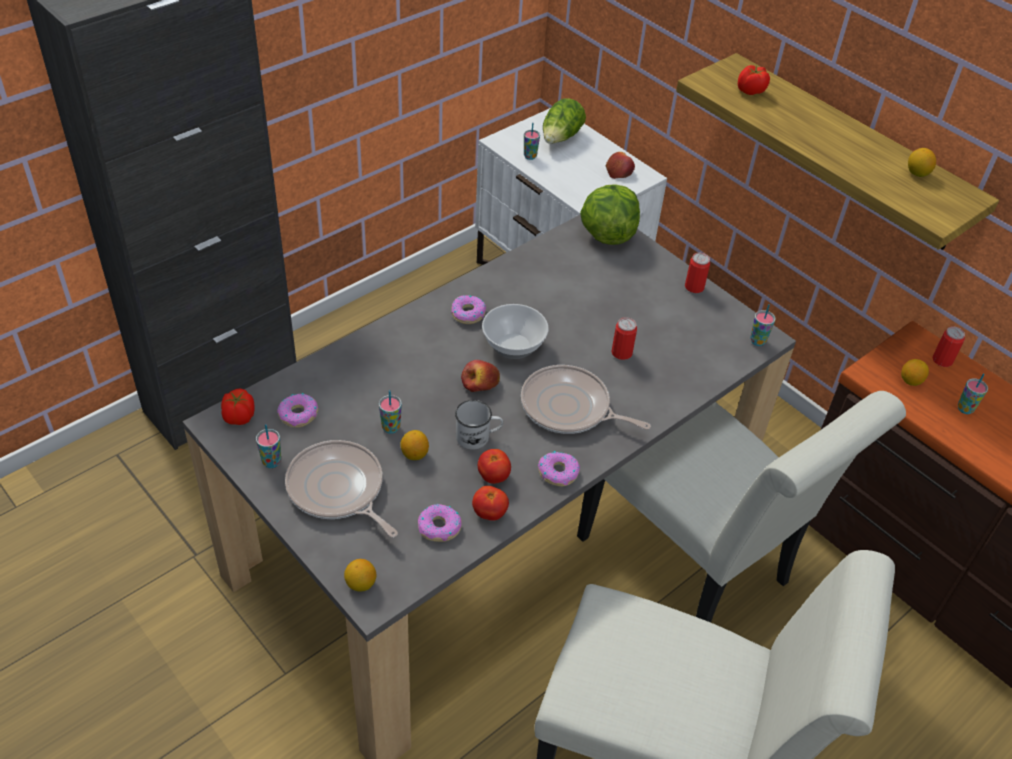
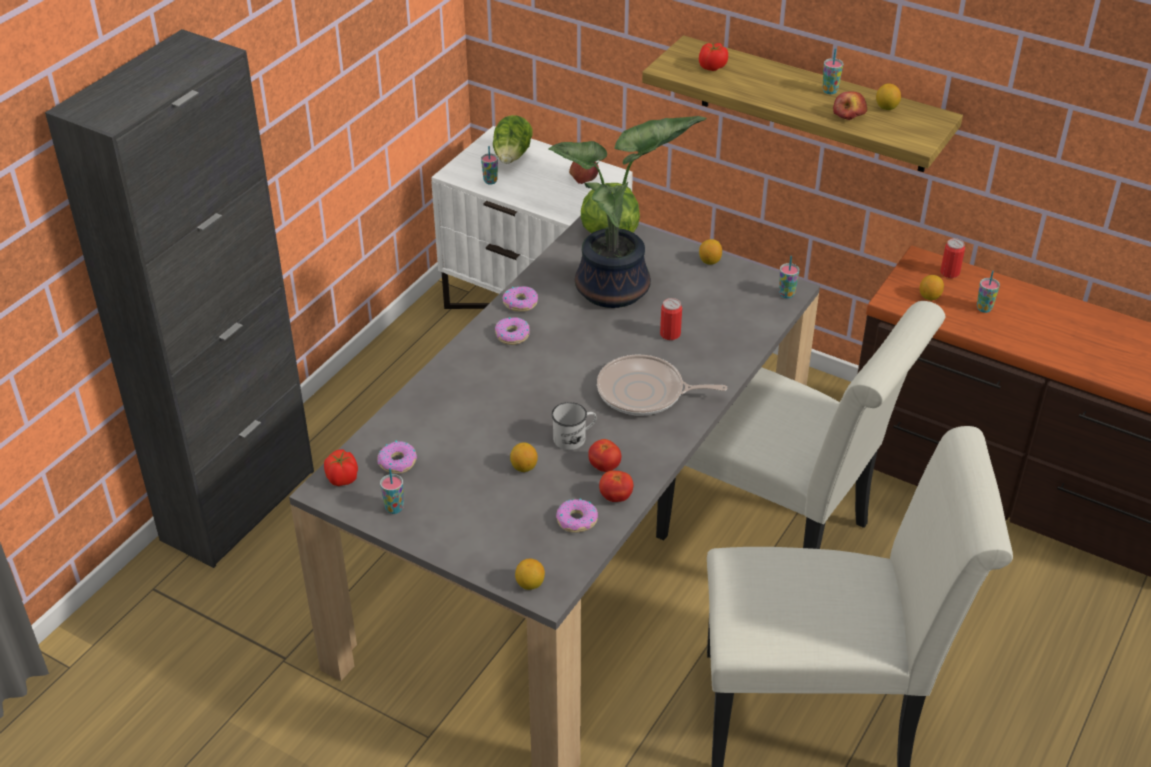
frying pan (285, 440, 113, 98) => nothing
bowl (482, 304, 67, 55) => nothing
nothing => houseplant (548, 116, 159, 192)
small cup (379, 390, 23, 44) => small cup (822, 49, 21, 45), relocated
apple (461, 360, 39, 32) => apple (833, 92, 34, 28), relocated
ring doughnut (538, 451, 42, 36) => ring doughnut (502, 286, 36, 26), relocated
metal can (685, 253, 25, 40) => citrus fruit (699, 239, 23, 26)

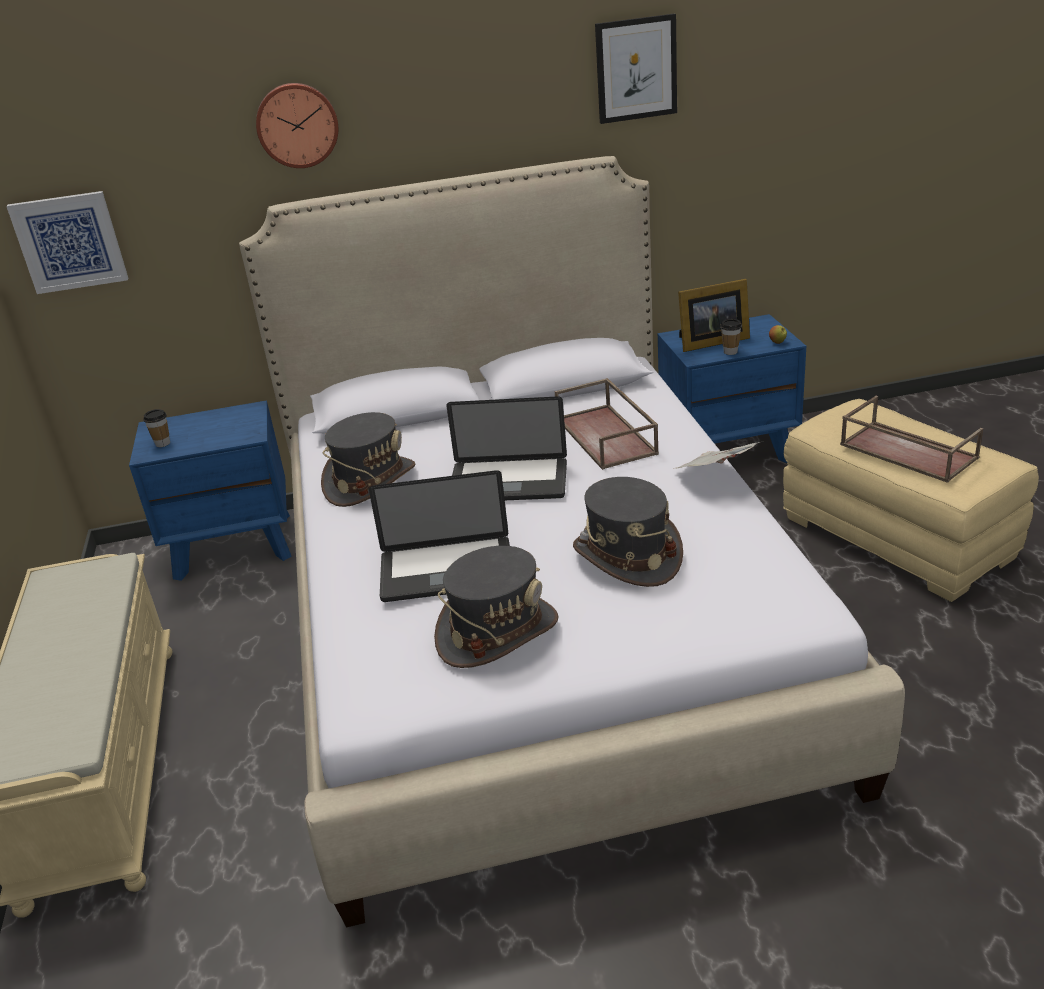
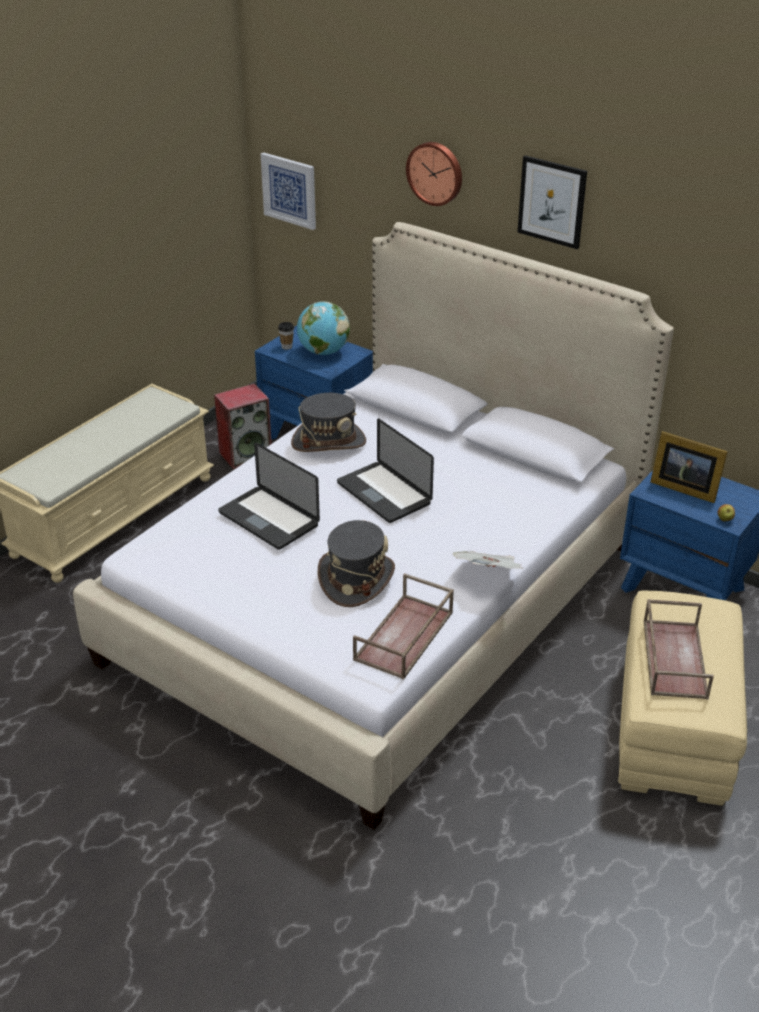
clothing hat (gray) (434, 546, 124, 122) => nothing
small cup (720, 319, 22, 36) => nothing
nothing => audio speaker (214, 383, 58, 86)
nothing => desk globe (297, 301, 53, 54)
tray (brownish) (555, 378, 104, 92) => tray (brownish) (353, 573, 101, 107), relocated
picture (595, 14, 82, 110) => picture (518, 155, 69, 94), relocated

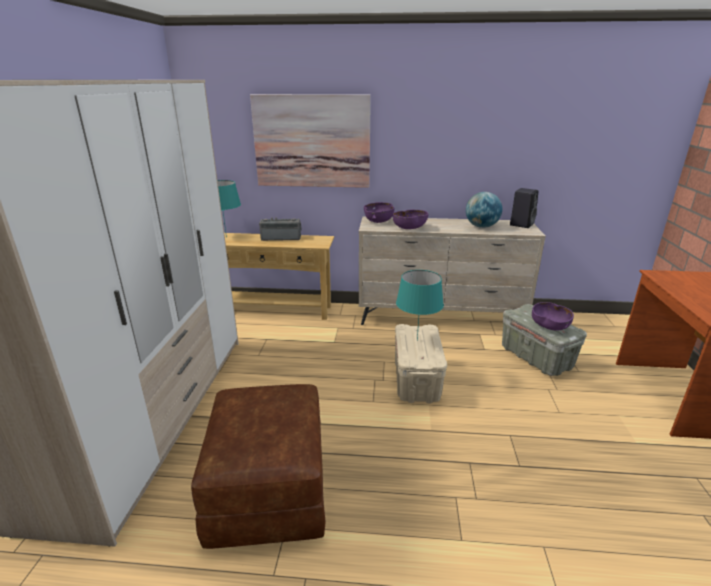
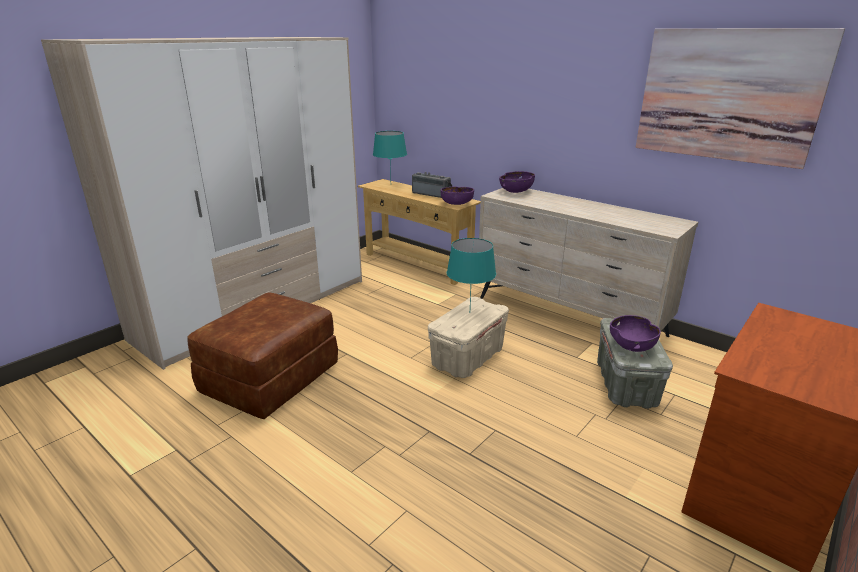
desk globe (466, 192, 36, 36) => nothing
audio speaker (black-coloured) (510, 188, 28, 40) => nothing
picture (250, 94, 121, 94) => picture (636, 28, 209, 141), relocated
bowl (purple) (393, 210, 36, 19) => bowl (purple) (441, 187, 33, 18), relocated

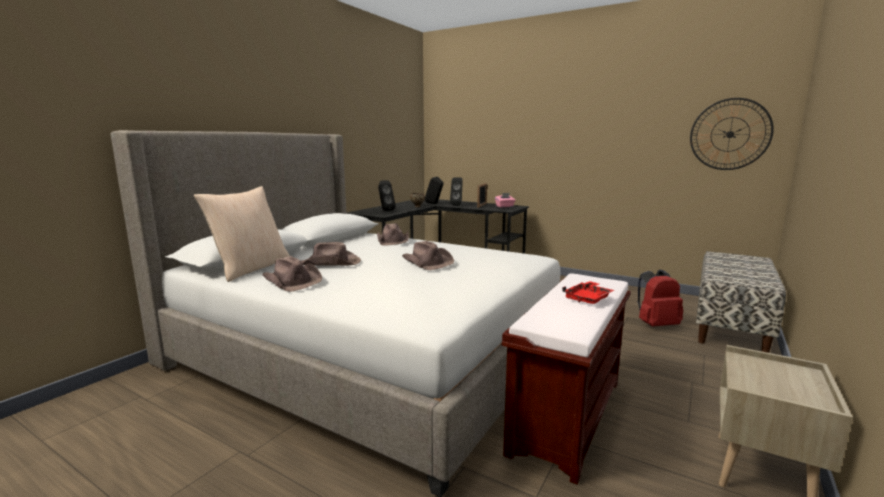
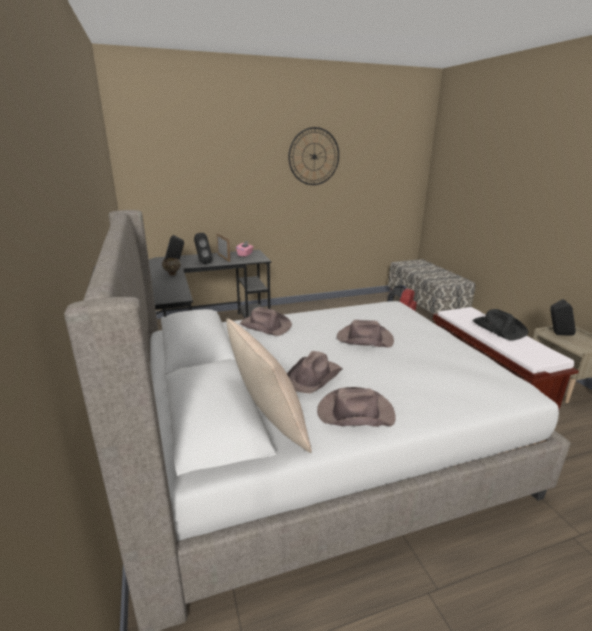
audio speaker (black-coloured) (378, 180, 17, 31) => audio speaker (black-coloured) (550, 299, 26, 37), relocated
wall clock (690, 98, 84, 72) => wall clock (288, 127, 51, 58), relocated
tray (red) (562, 281, 52, 23) => clothing hat (black-coloured) (472, 309, 56, 31)

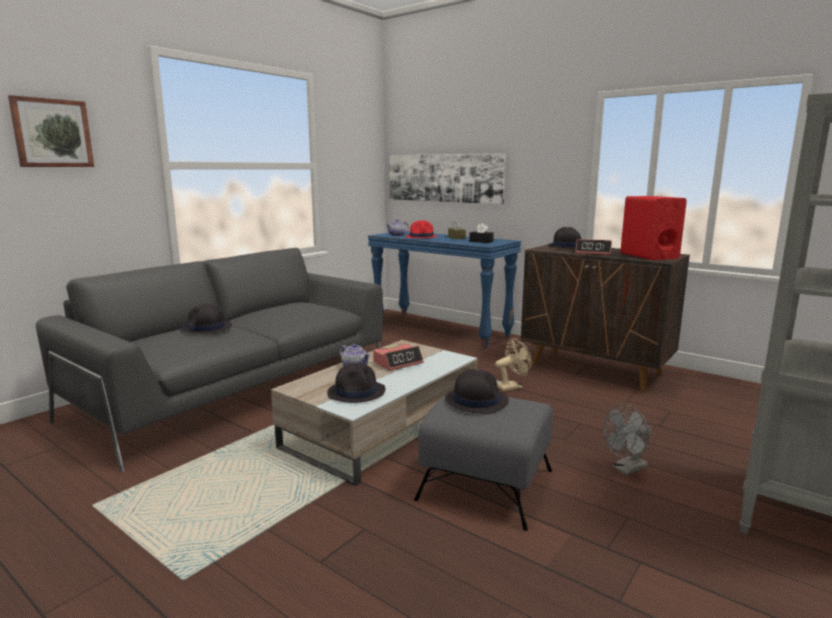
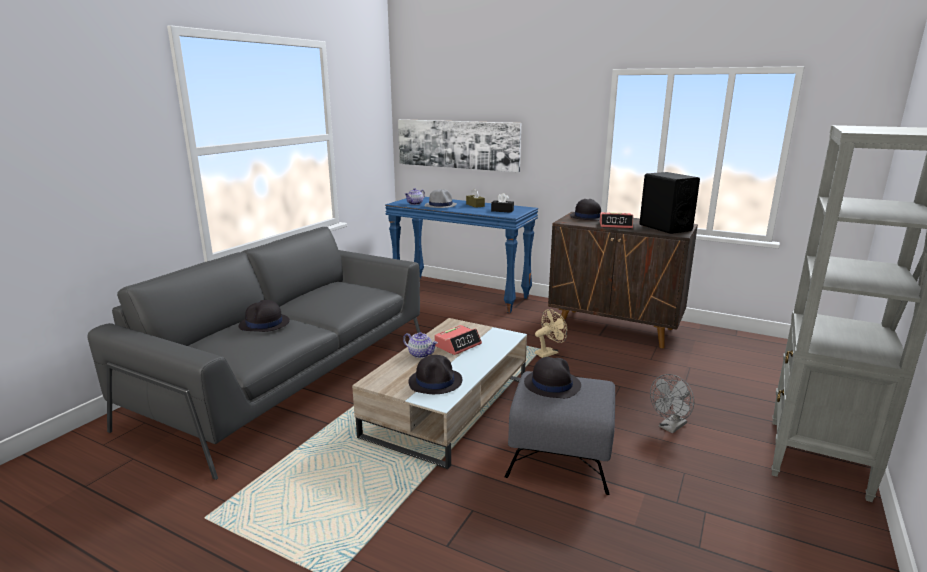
picture (8, 95, 86, 72) => nothing
clothing hat (red) (405, 221, 33, 17) => clothing hat (gray) (425, 189, 32, 19)
audio speaker (red) (621, 196, 66, 64) => audio speaker (black-coloured) (640, 172, 60, 62)

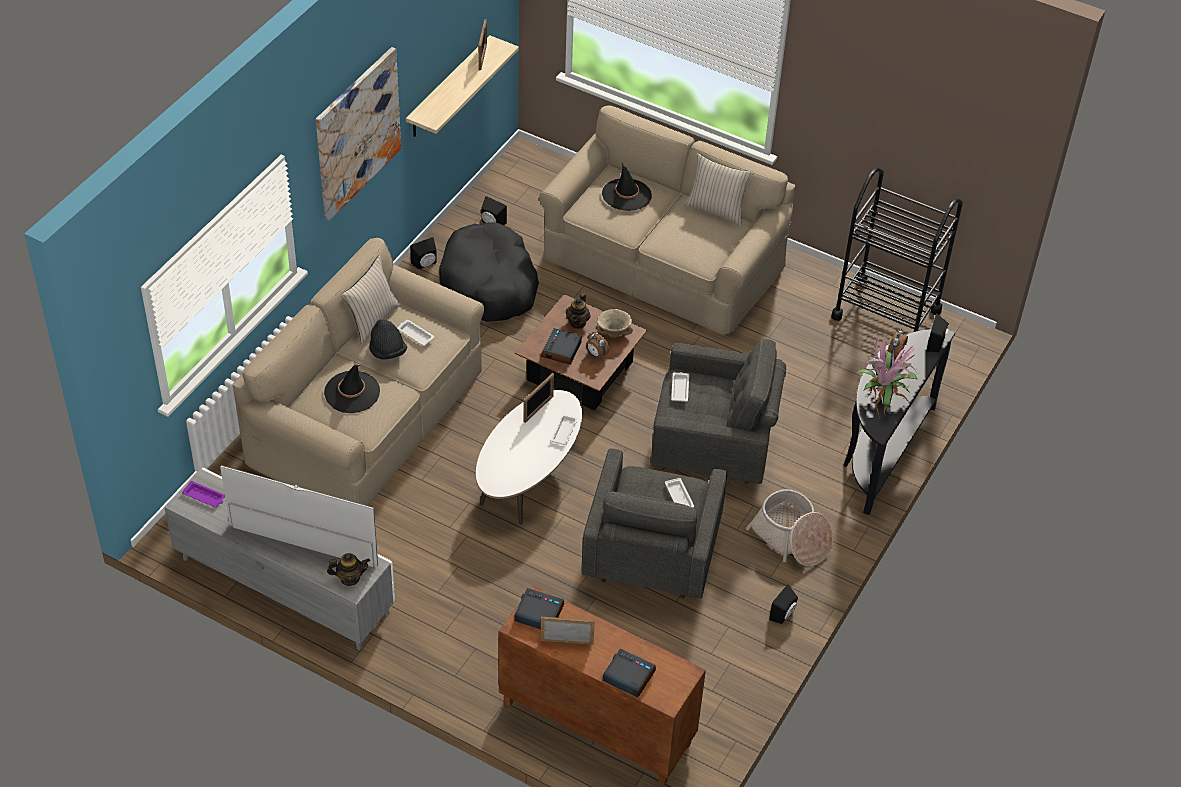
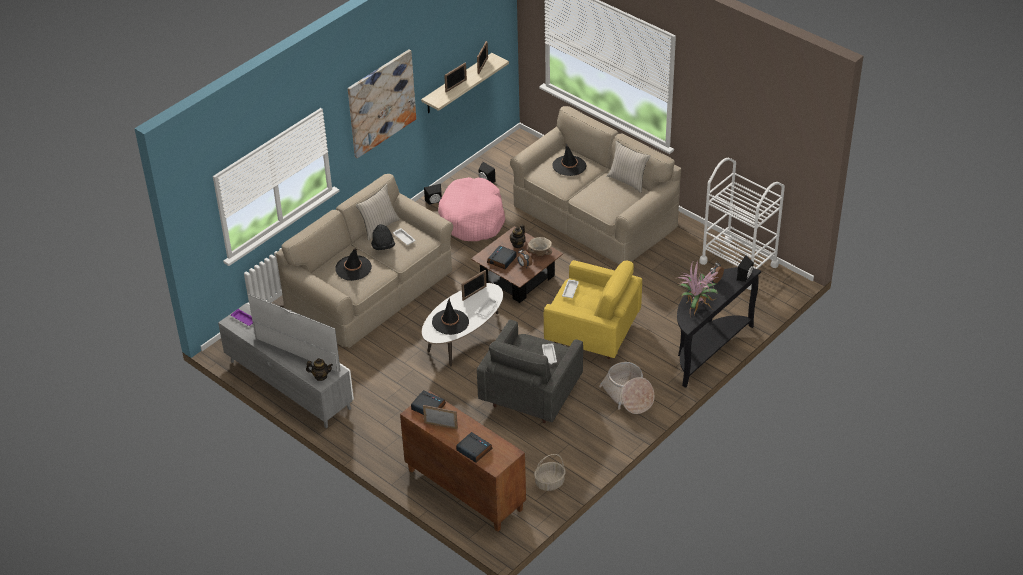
audio speaker (black-coloured) (769, 584, 29, 40) => nothing
nothing => clothing hat (black-coloured) (432, 298, 37, 37)
nothing => photo frame (444, 63, 23, 29)
nothing => household basket (534, 454, 32, 37)
dog cushion (black-coloured) (439, 222, 100, 100) => dog cushion (pink) (438, 177, 67, 64)
lounge chair (gray) (651, 339, 135, 145) => lounge chair (yellowish) (544, 260, 98, 99)
trolley (black-coloured) (831, 167, 132, 165) => trolley (white) (699, 158, 86, 132)

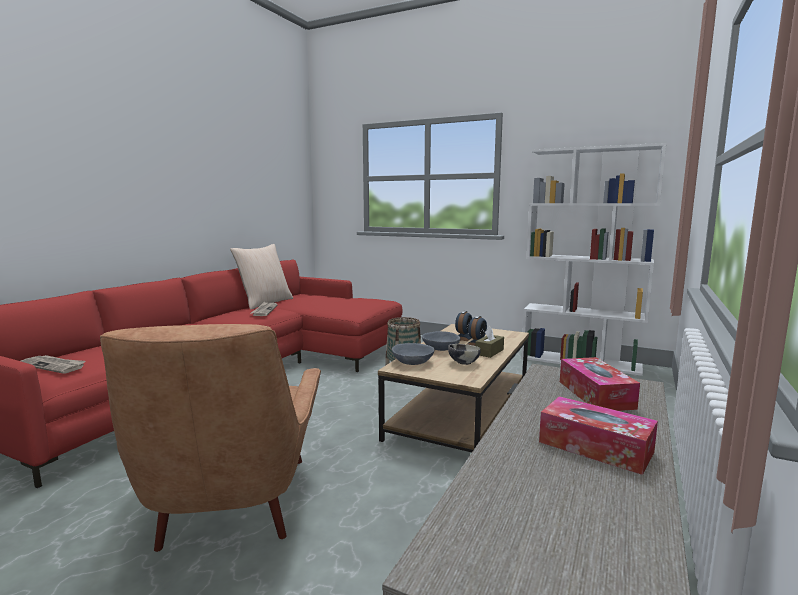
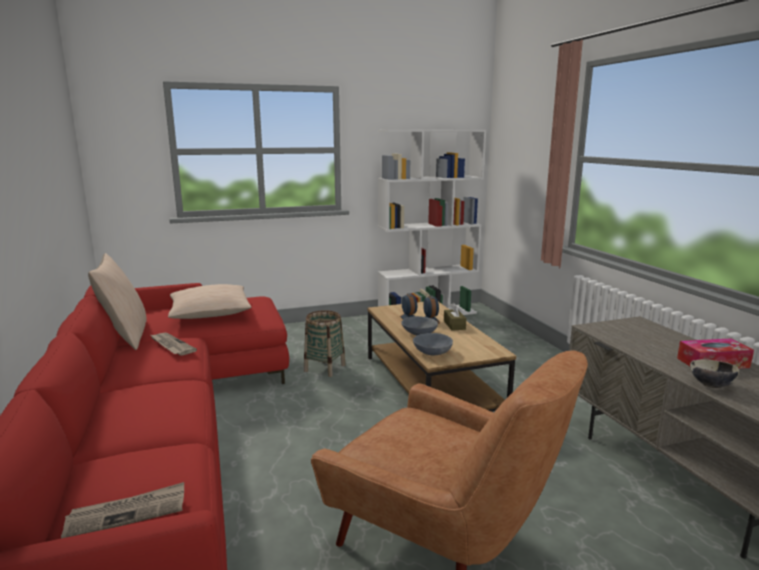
tissue holder (560, 357, 80, 54) => nothing
nothing => cushion (beige-coloured) (168, 284, 83, 35)
bowl (448, 344, 33, 21) => bowl (690, 359, 49, 29), relocated

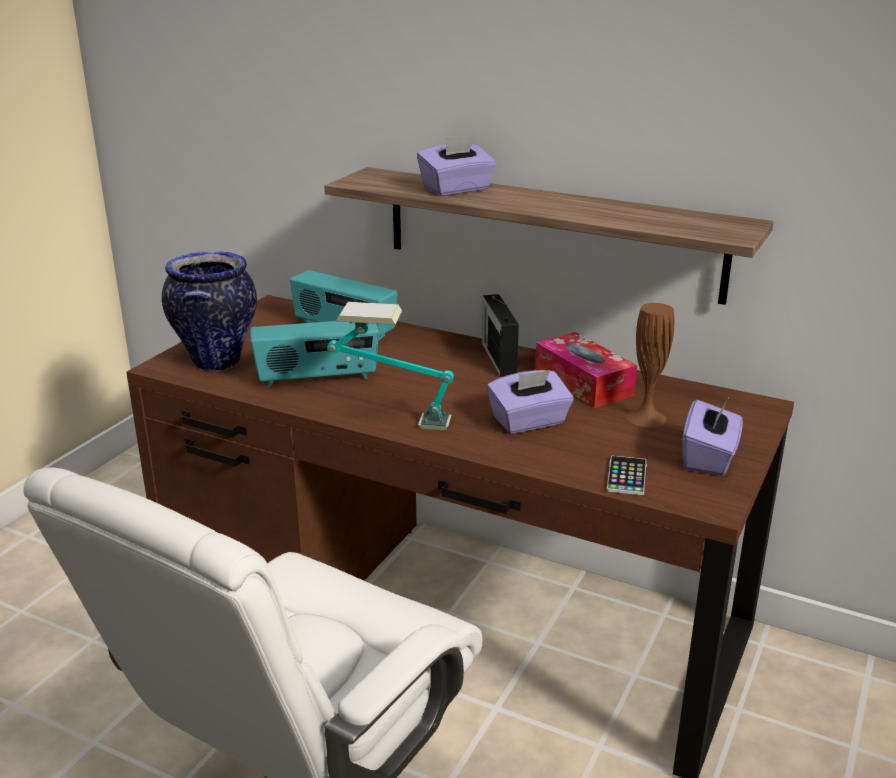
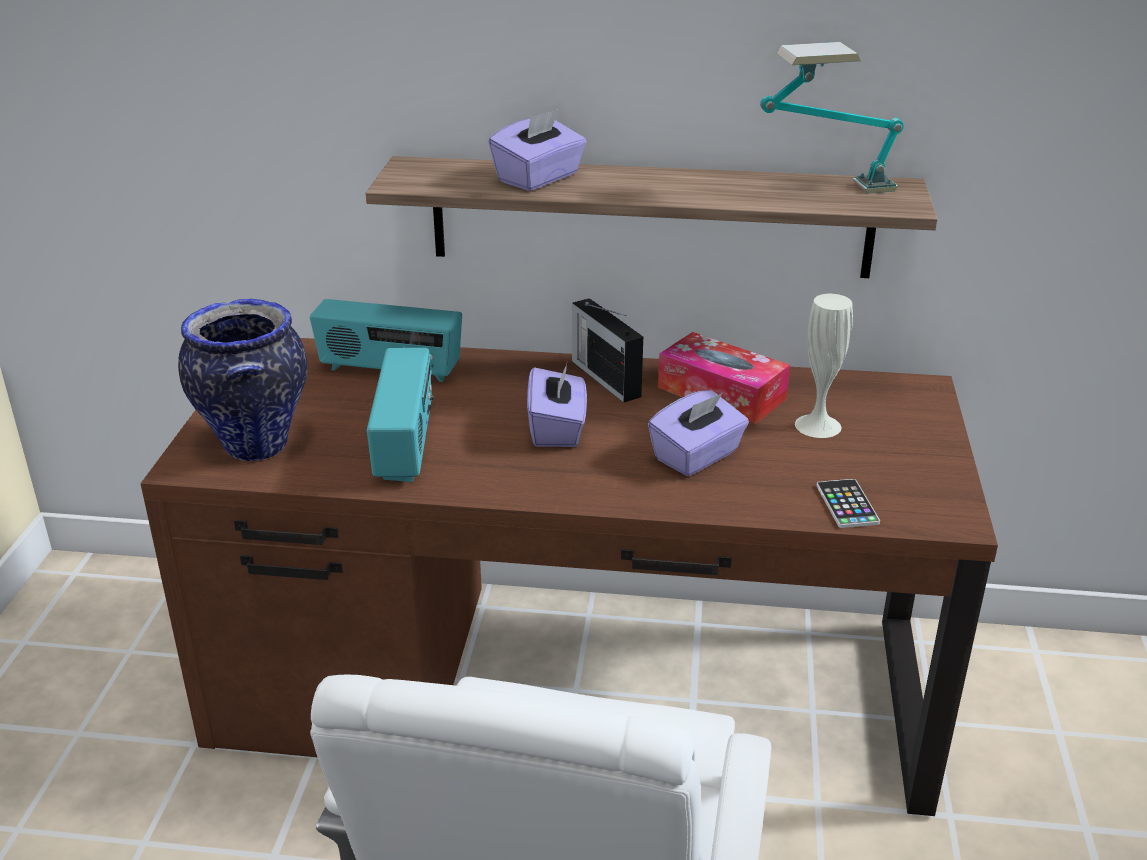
lamp for a table (327, 302, 127, 129) => lamp for a table (760, 42, 144, 152), relocated
tissue holder (purple) (682, 399, 61, 77) => tissue holder (purple) (527, 362, 60, 85), relocated
vase (brownish) (626, 303, 48, 125) => vase (white) (795, 294, 58, 144)
radio receiver (250, 321, 129, 66) => radio receiver (367, 348, 67, 134), 60 degrees counterclockwise

